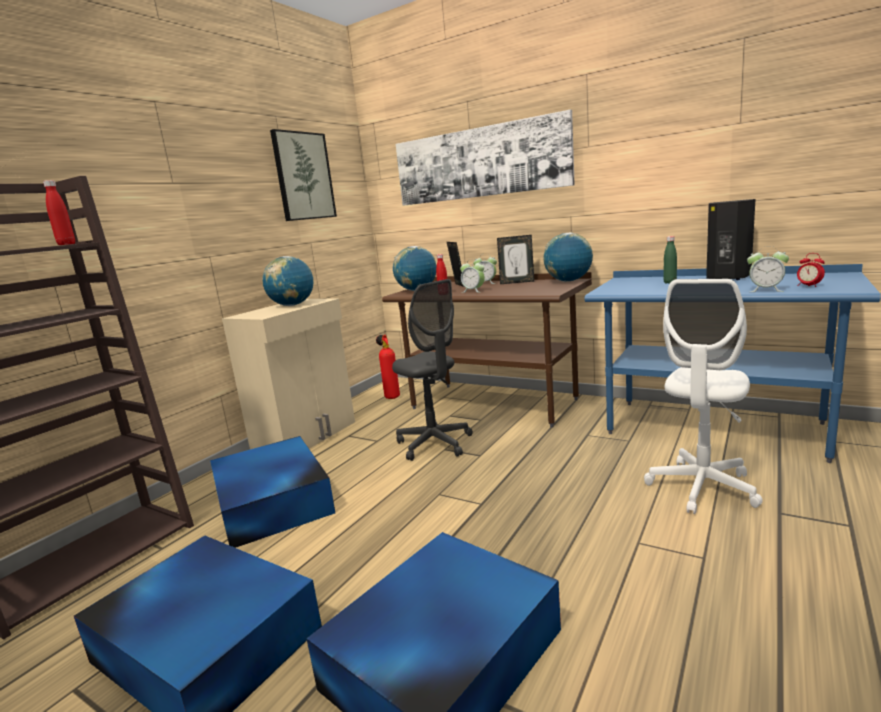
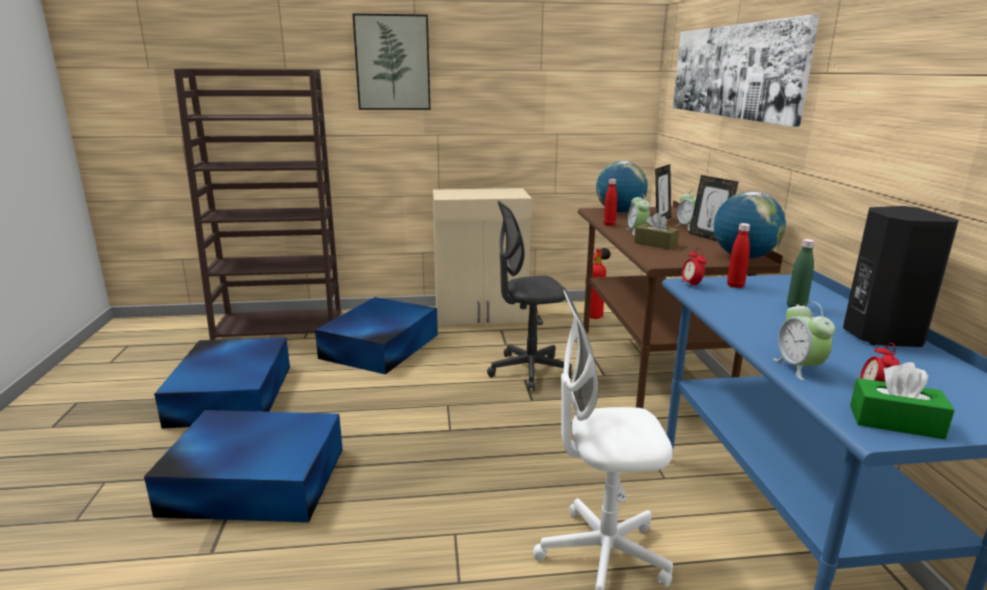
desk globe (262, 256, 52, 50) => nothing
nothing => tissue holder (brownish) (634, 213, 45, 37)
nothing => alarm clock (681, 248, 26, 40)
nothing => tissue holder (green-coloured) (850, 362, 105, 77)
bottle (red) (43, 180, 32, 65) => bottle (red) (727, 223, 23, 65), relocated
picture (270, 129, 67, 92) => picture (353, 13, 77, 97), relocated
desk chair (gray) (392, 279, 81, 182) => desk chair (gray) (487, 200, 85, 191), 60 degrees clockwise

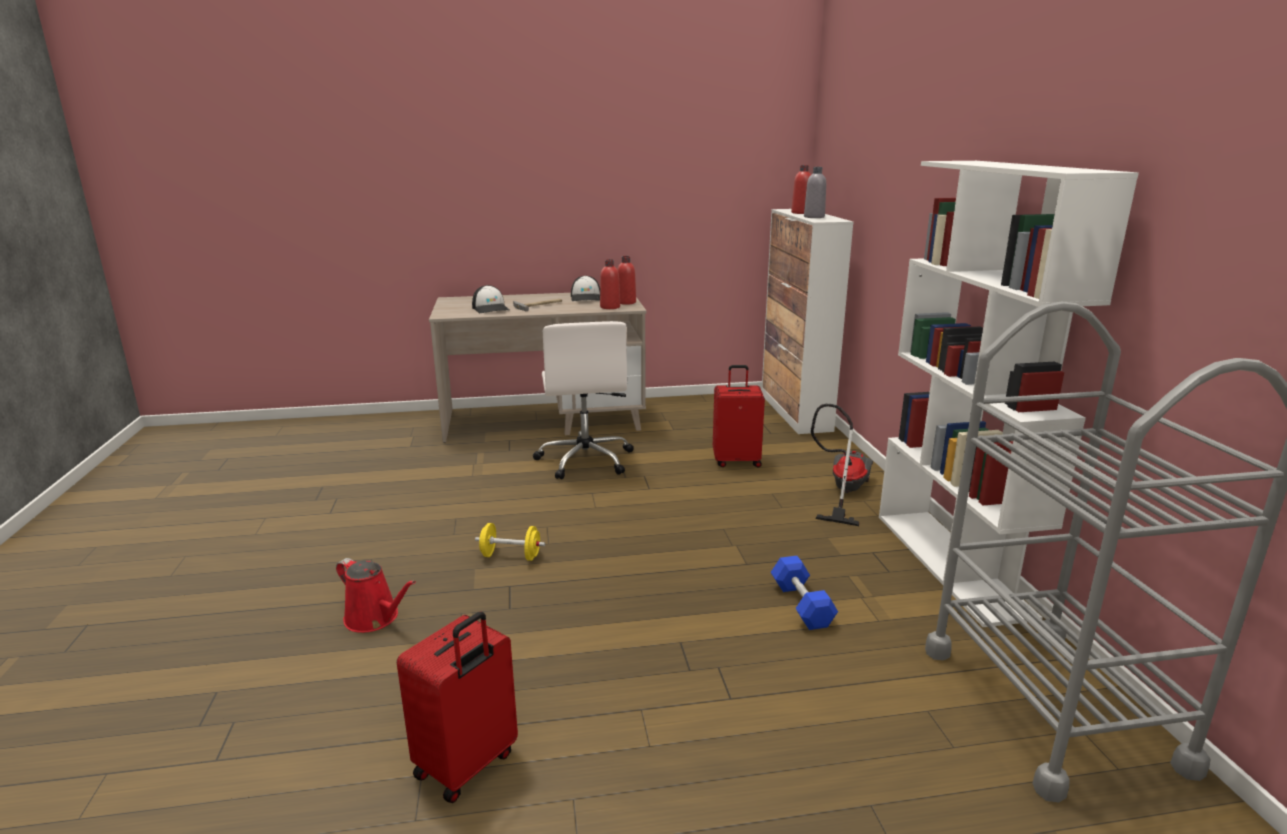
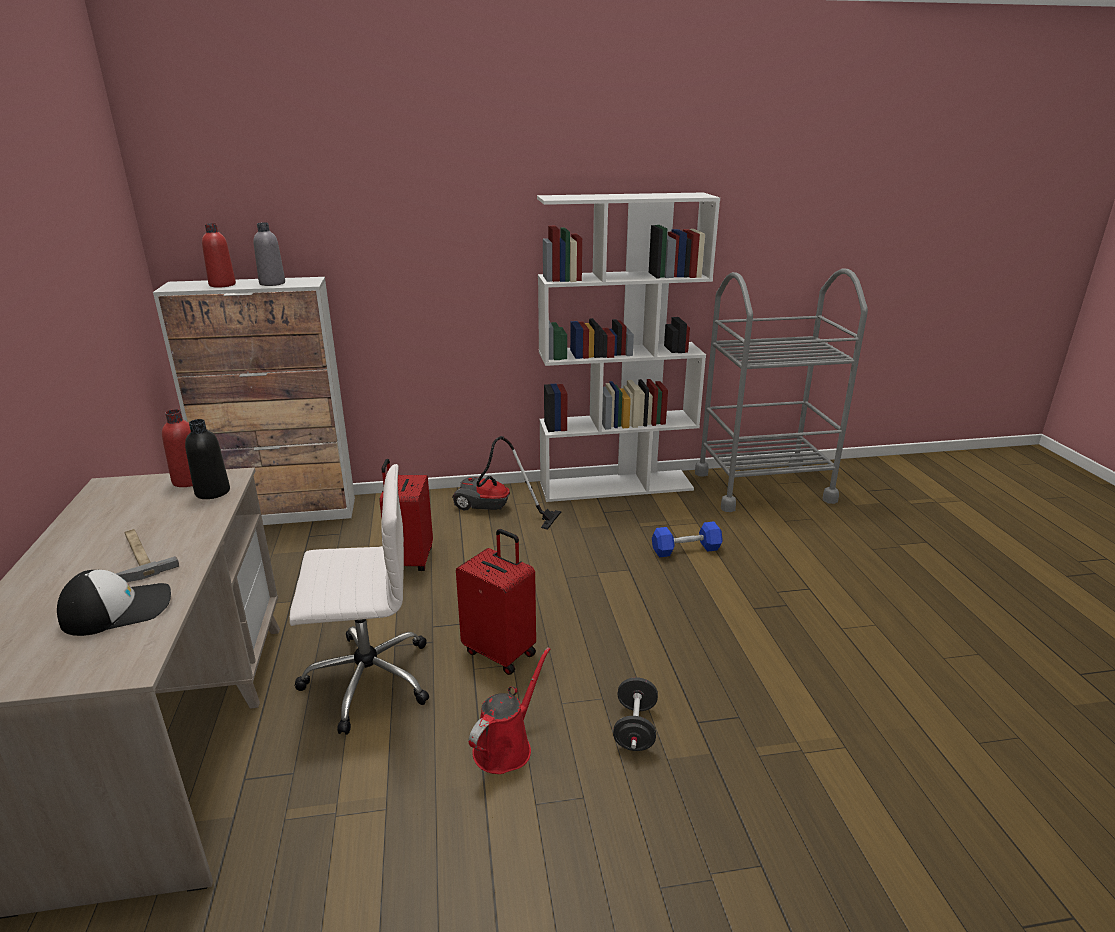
peaked cap (571, 275, 29, 26) => nothing
watering can (red) (336, 558, 80, 75) => watering can (red) (469, 647, 81, 127), relocated
piece of luggage (red) (397, 611, 121, 192) => piece of luggage (red) (456, 529, 80, 146), relocated
hand weight (yellowish) (475, 523, 70, 38) => hand weight (black-coloured) (613, 677, 45, 74)
bottle (red) (600, 259, 20, 50) => bottle (black-coloured) (185, 419, 45, 80)

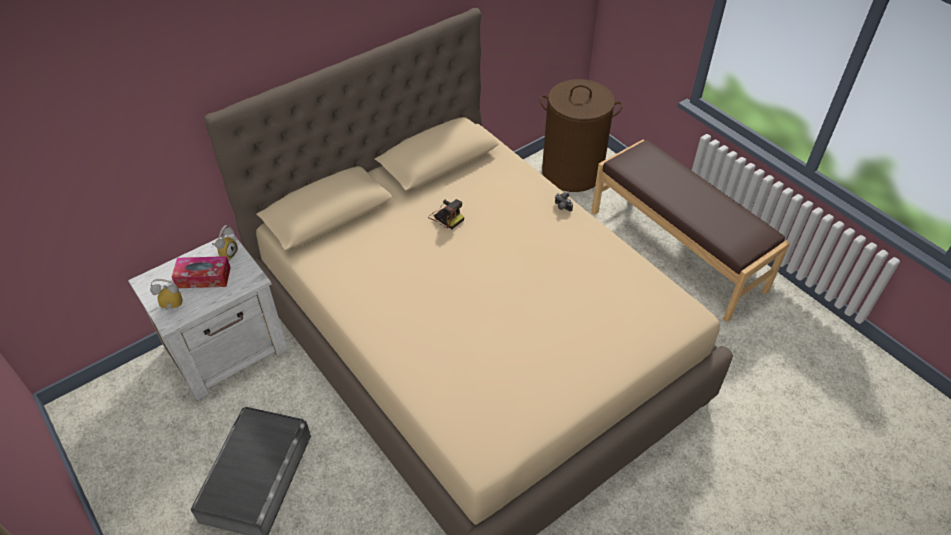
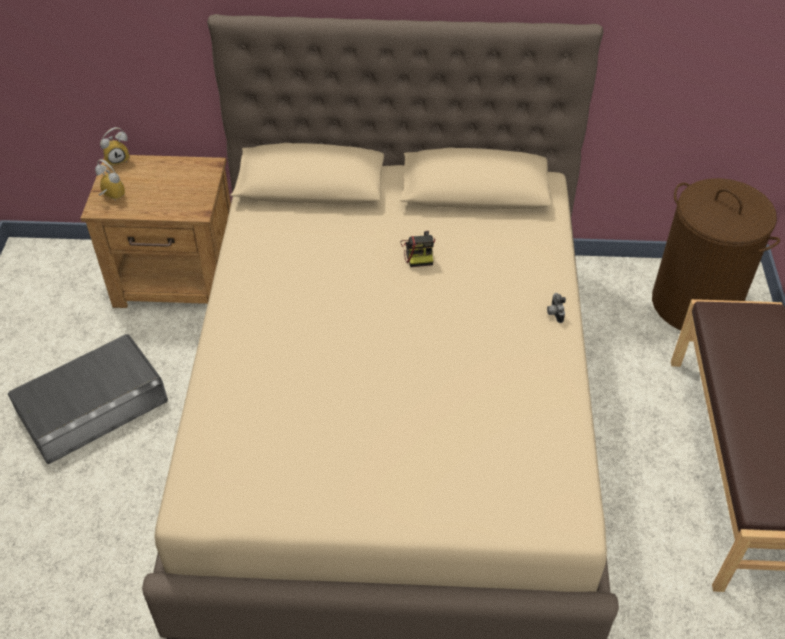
tissue holder (172, 256, 59, 32) => nothing
alarm clock (212, 225, 26, 36) => alarm clock (100, 127, 30, 39), relocated
bedside table (white) (128, 234, 160, 167) => bedside table (brownish) (81, 155, 150, 153)

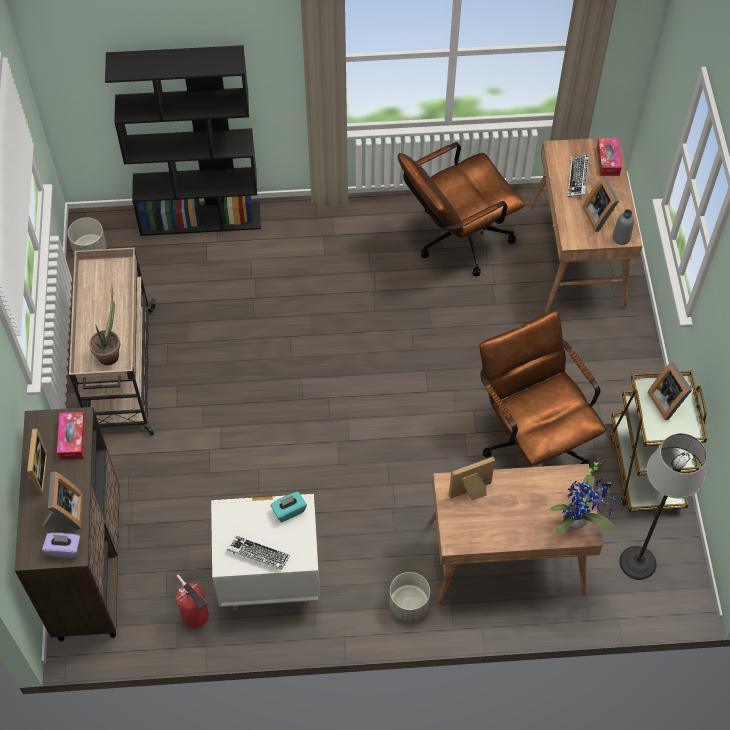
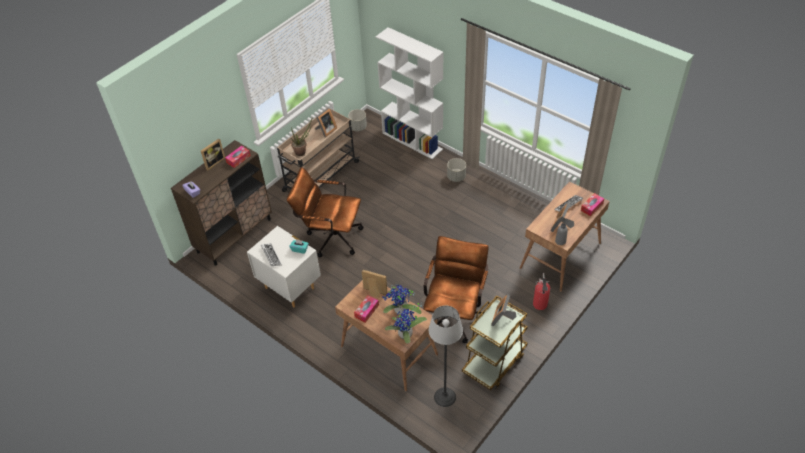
nothing => tissue holder (354, 295, 25, 28)
nothing => houseplant (382, 284, 40, 31)
photo frame (41, 471, 42, 59) => photo frame (315, 108, 22, 29), relocated
extinguisher (176, 575, 33, 53) => extinguisher (533, 273, 17, 37), relocated
flower pot (gray) (389, 572, 41, 50) => flower pot (gray) (447, 158, 19, 24), relocated
desk chair (brownish) (398, 142, 127, 135) => desk chair (brownish) (287, 167, 76, 90), relocated
bookshelf (black-coloured) (105, 45, 156, 191) => bookshelf (white) (376, 27, 68, 132)

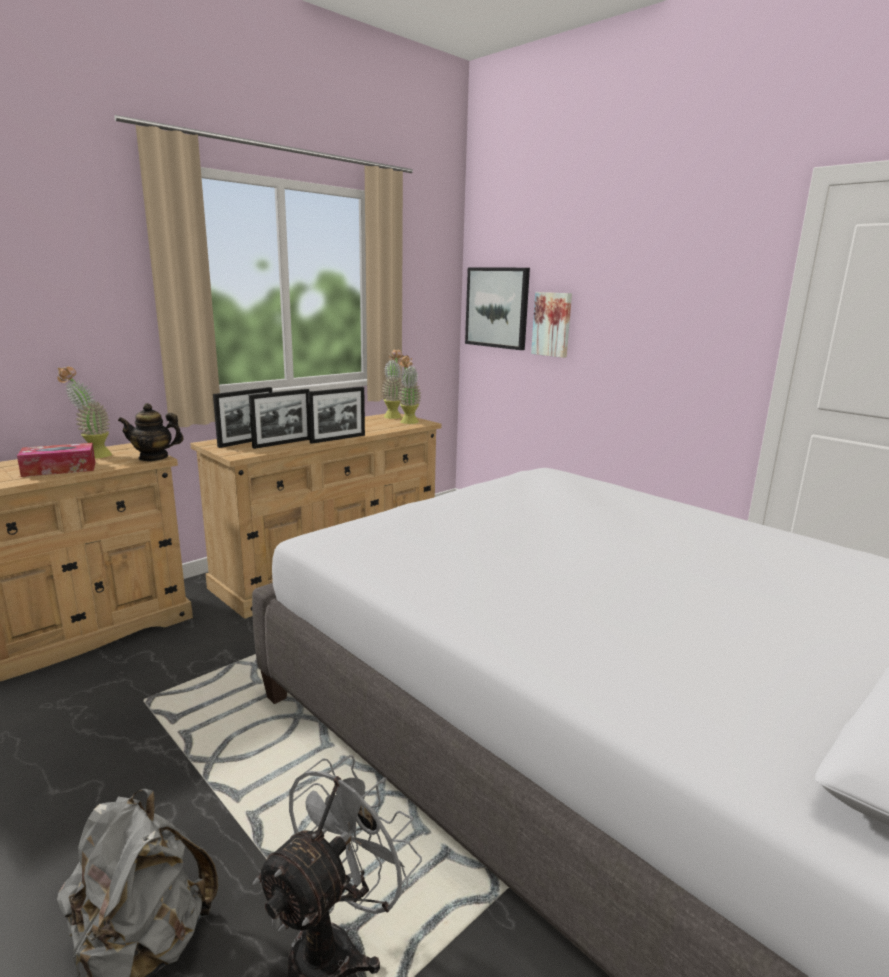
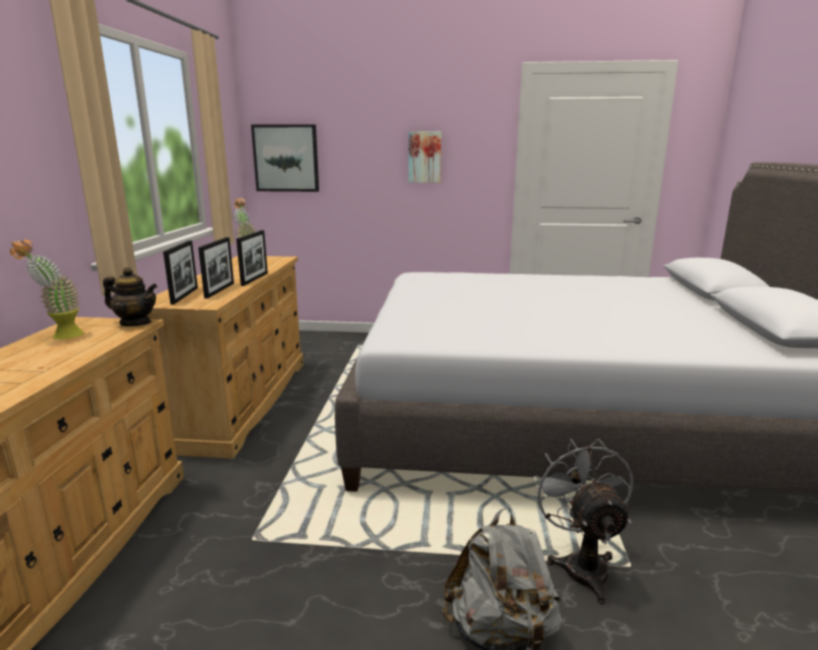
tissue holder (17, 443, 78, 34) => nothing
houseplant (398, 355, 23, 69) => nothing
picture (531, 292, 41, 66) => picture (408, 131, 33, 52), relocated
tea pot (118, 403, 66, 58) => tea pot (103, 267, 54, 59), 120 degrees counterclockwise

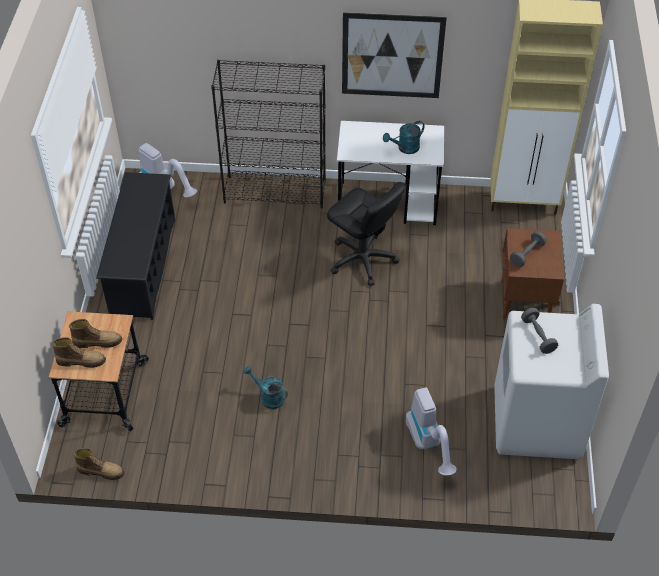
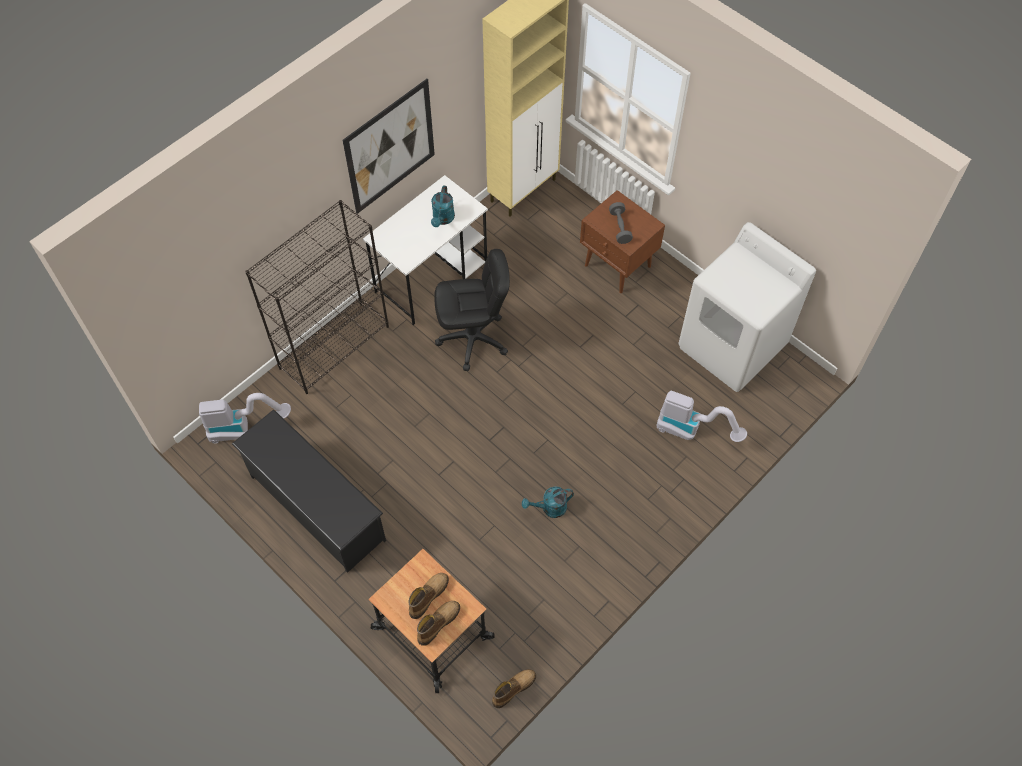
hand weight (gray) (521, 308, 37, 46) => nothing

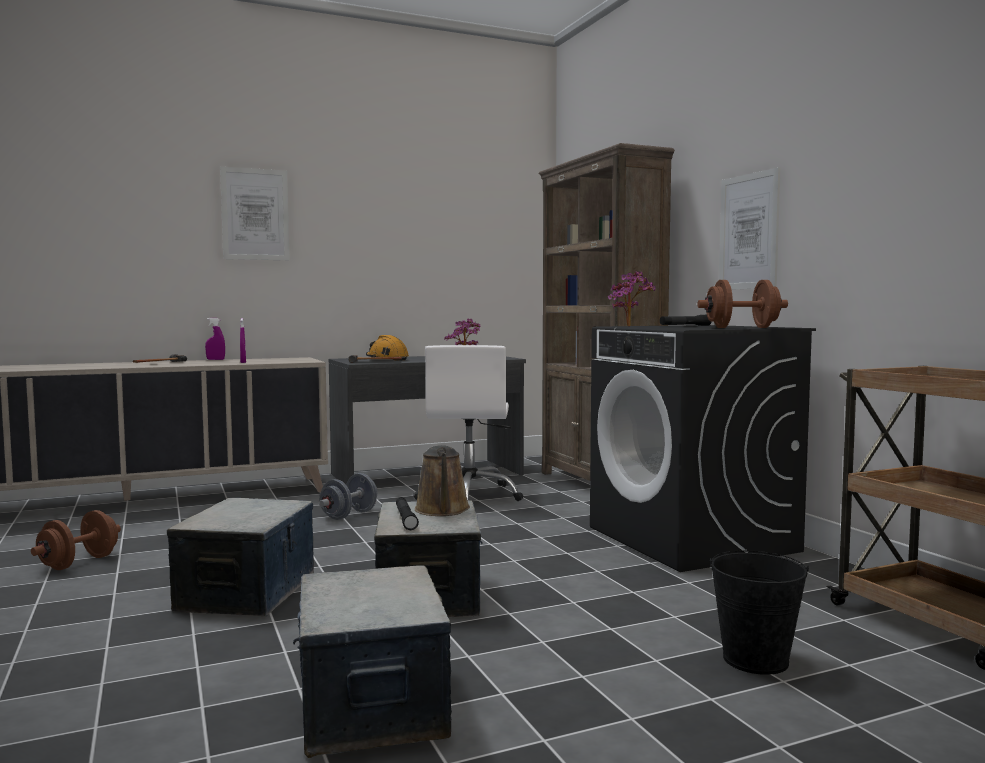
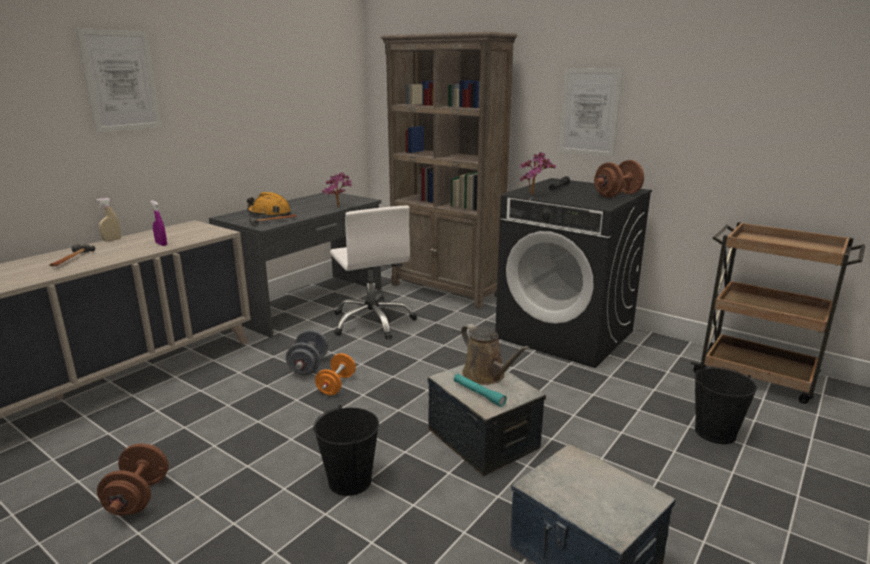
nothing => hand weight (orange) (315, 353, 41, 42)
storage bin (167, 498, 147, 118) => pail (black-coloured) (313, 405, 66, 91)
sprayer (purple) (205, 318, 20, 42) => sprayer (beige-coloured) (96, 198, 25, 43)
hand torch (black-coloured) (396, 497, 23, 33) => hand torch (turquoise-coloured) (454, 374, 53, 33)

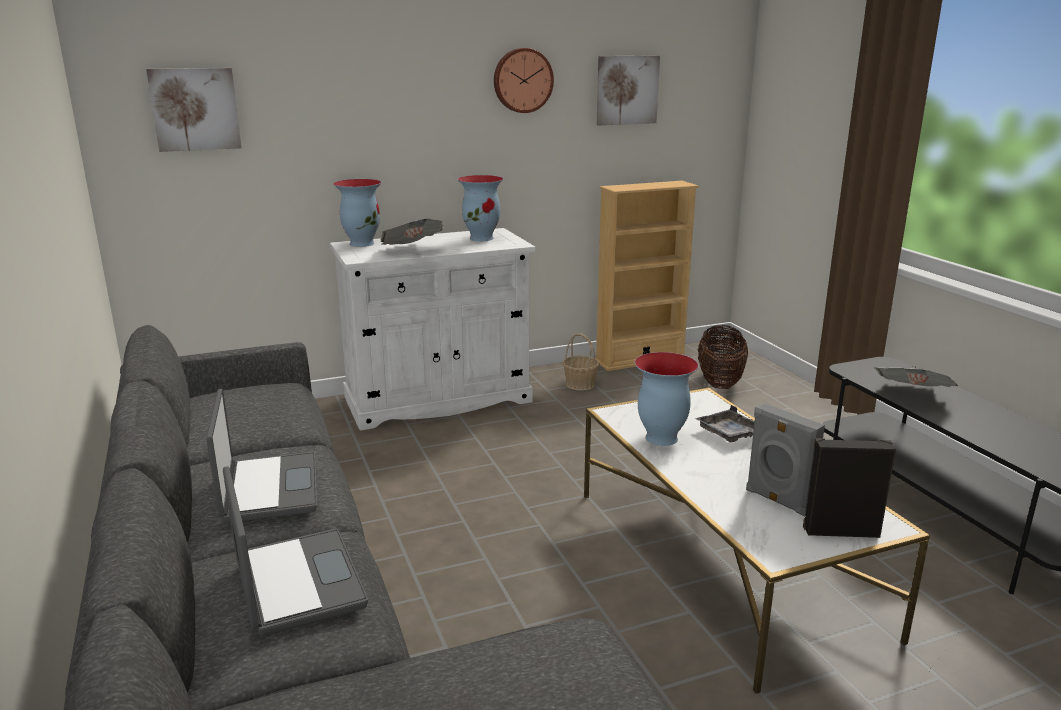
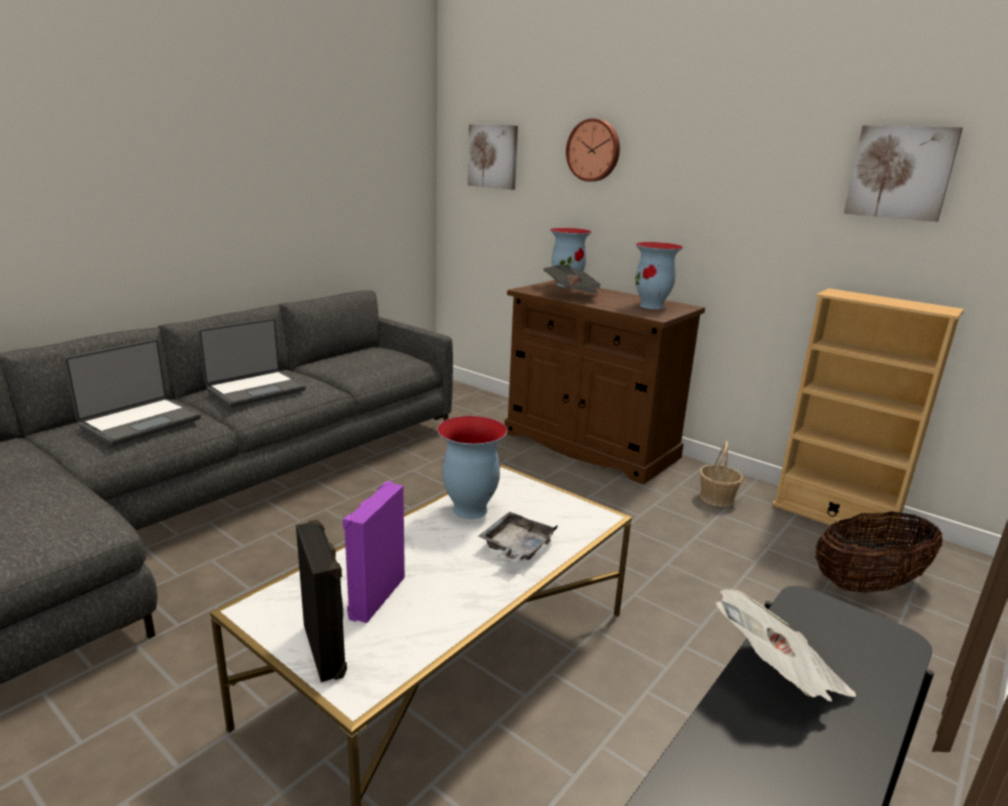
wall clock (494, 48, 60, 65) => wall clock (566, 118, 54, 64), relocated
cabinet (white) (330, 228, 205, 203) => cabinet (brownish) (504, 280, 201, 204)
audio speaker (gray) (746, 403, 79, 113) => audio speaker (purple) (343, 481, 62, 142)

